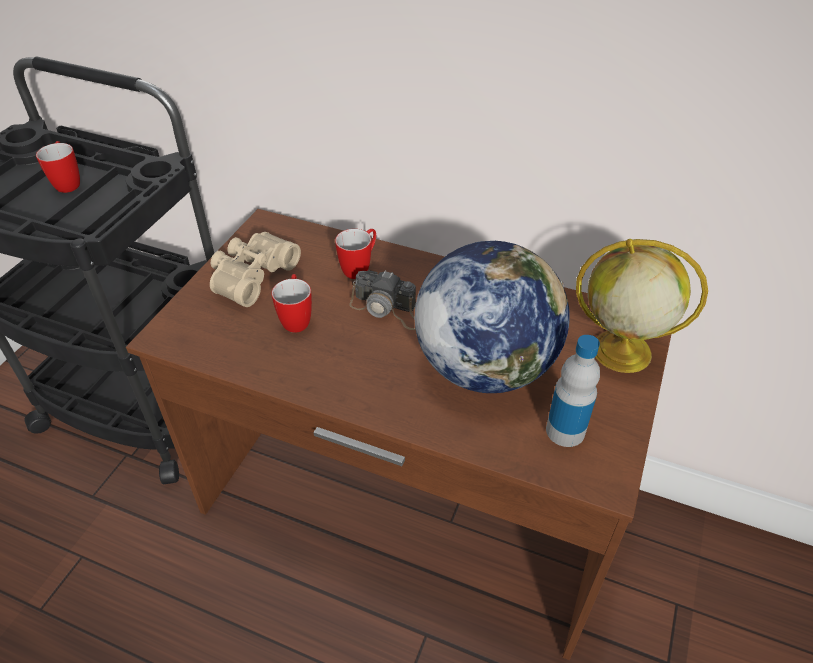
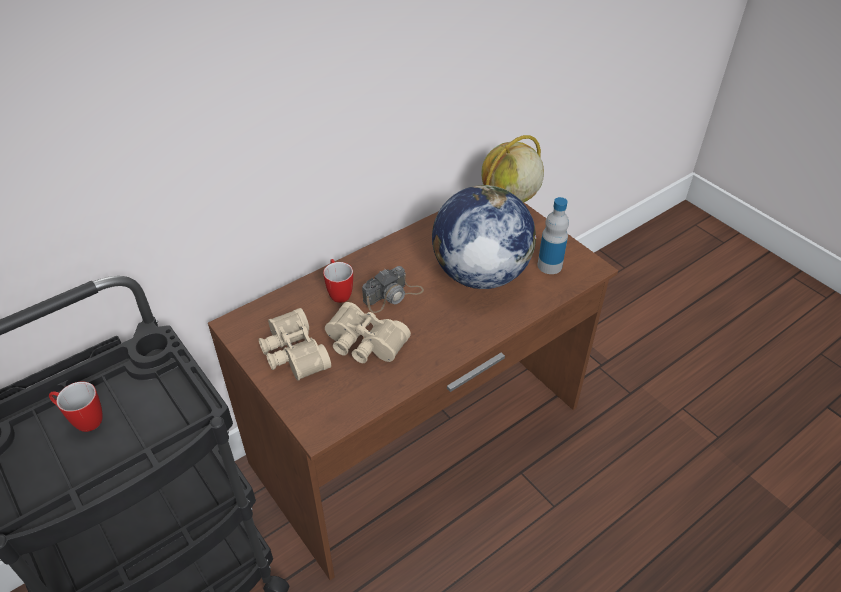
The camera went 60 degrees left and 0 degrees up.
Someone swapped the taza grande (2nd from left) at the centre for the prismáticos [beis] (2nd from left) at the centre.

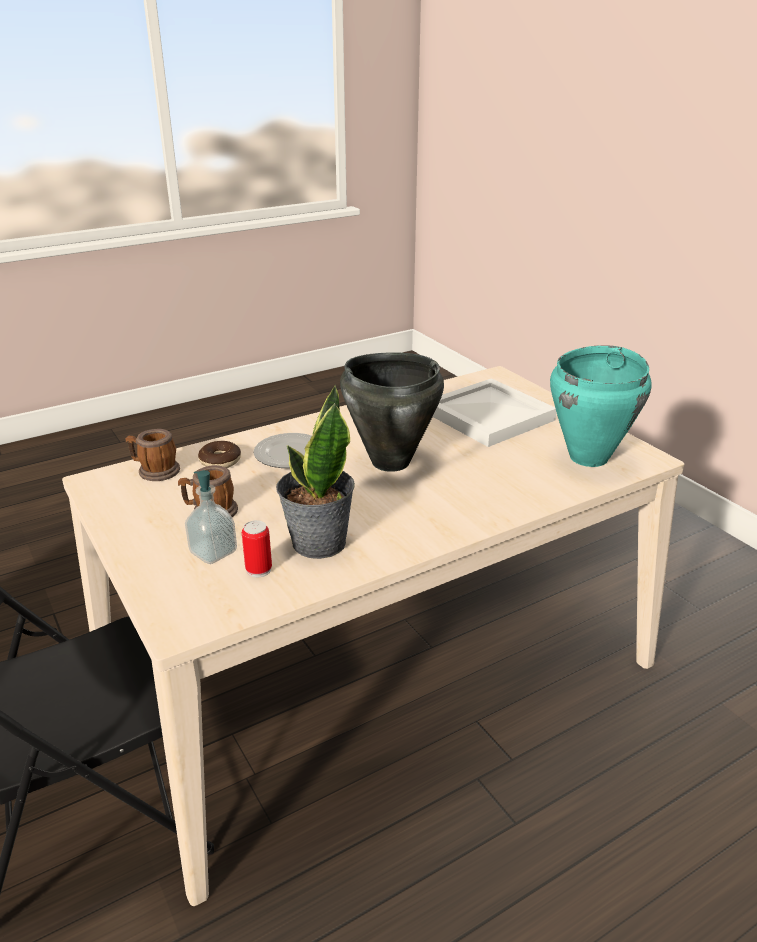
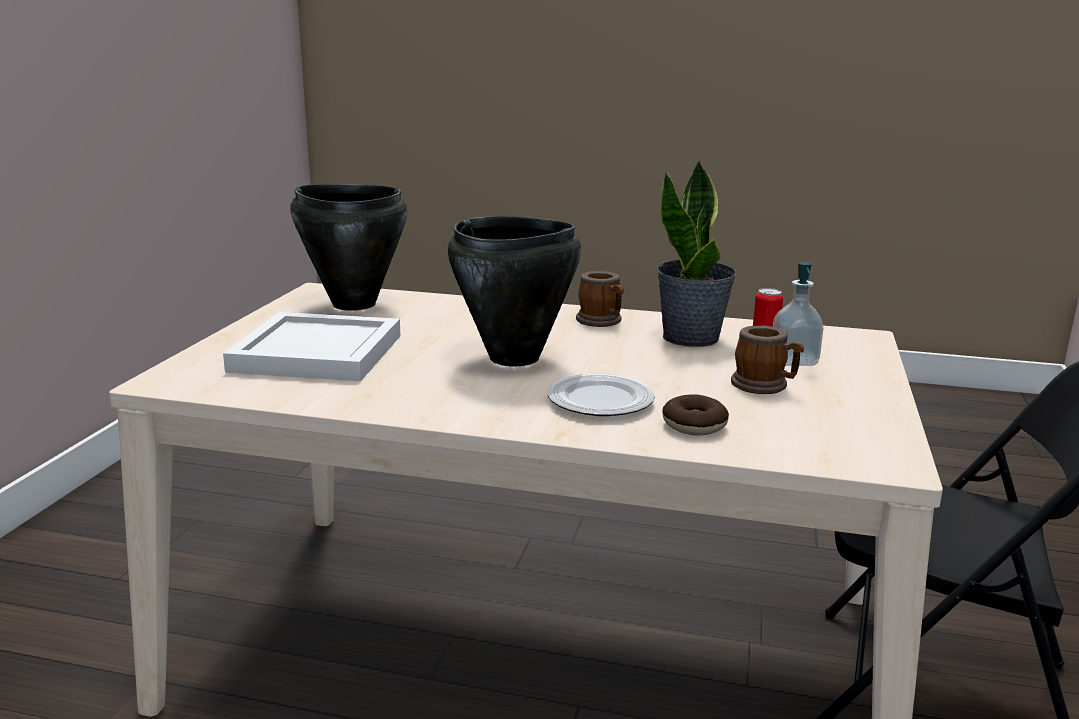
The camera went 135 degrees left and 10 degrees down.
Someone carried the taza grande (1st from left) from the middle left to the centre.
Someone repainted the olla [turquesa] at the middle right, which became the olla [negro] (1st from left) at the middle left.

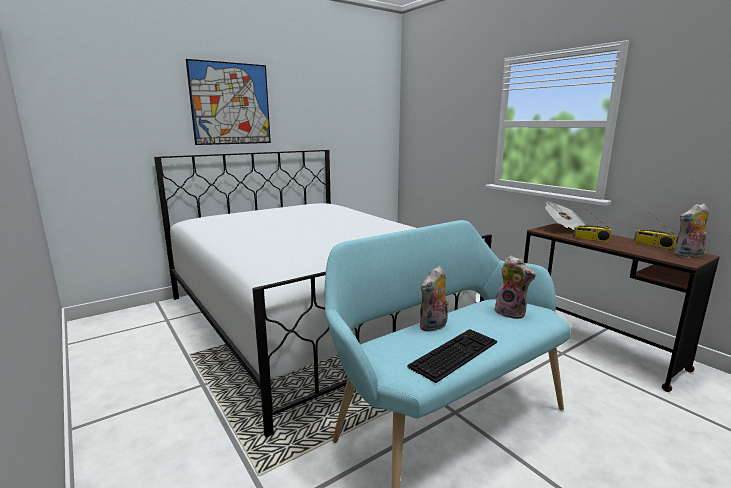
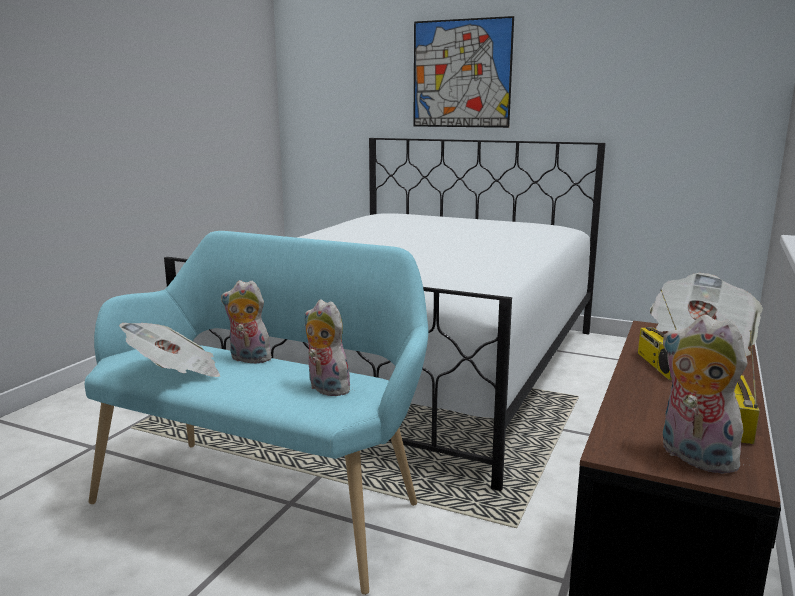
The camera went 60 degrees right and 0 degrees up.
Someone swapped the teclado at the bottom centre for the periódico (1st from left) at the middle left.
Someone rotated the peluche (2nd from left) at the middle right by 120 degrees clockwise.

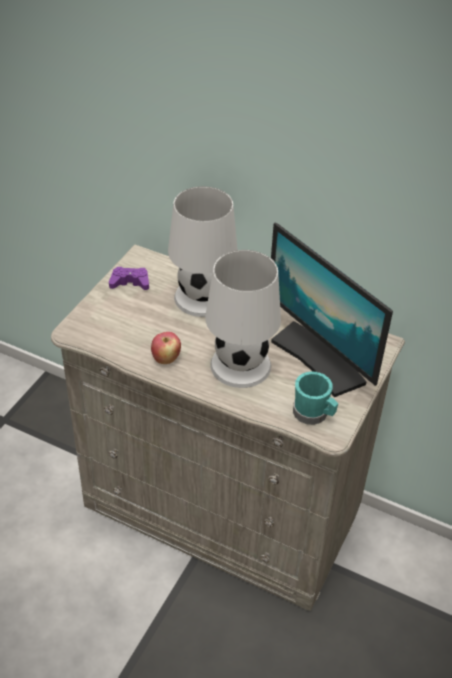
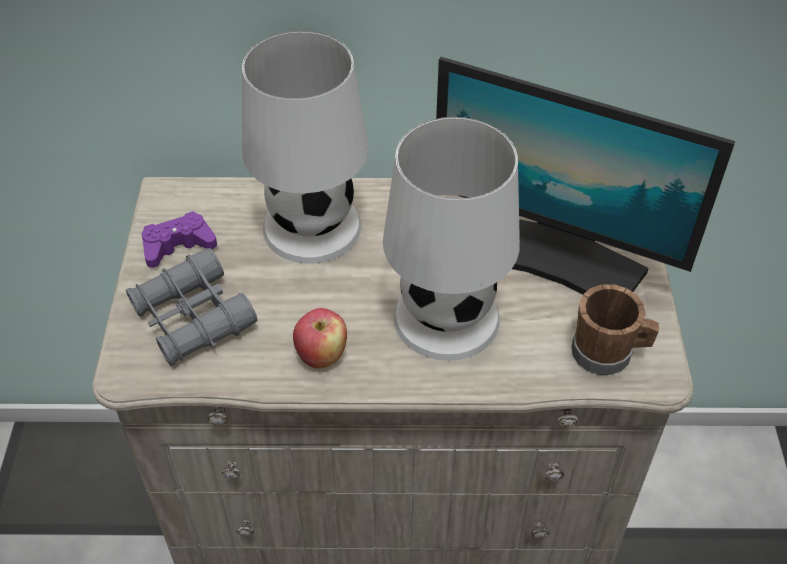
The camera went 25 degrees left and 5 degrees up.
Someone put down the prismáticos [gris] at the middle left.
Someone repainted the taza grande [turquesa] at the middle right, which became the taza grande [marrón] at the middle right.

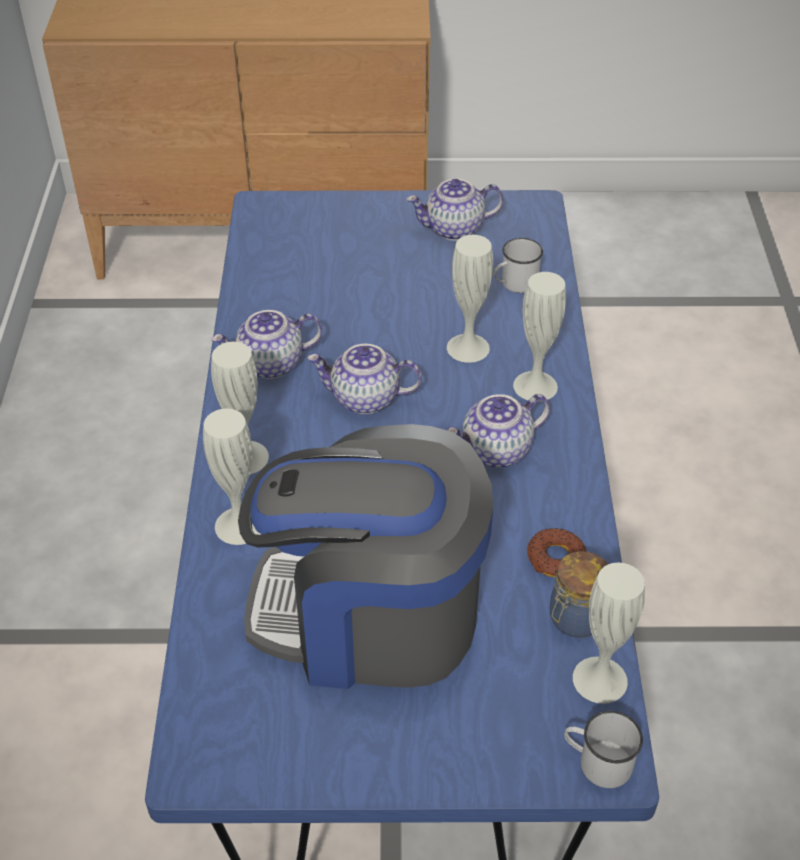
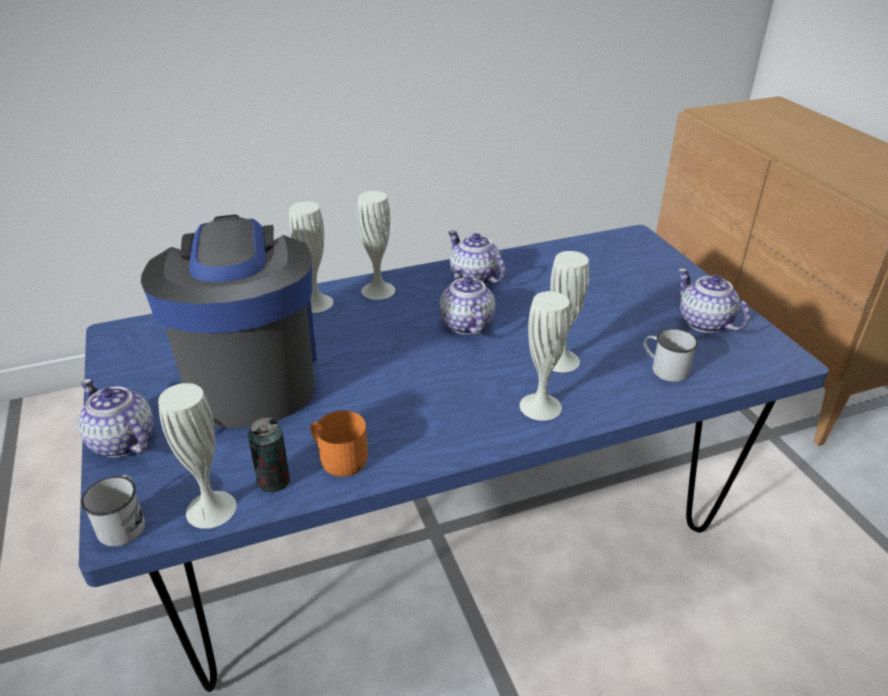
The camera went 70 degrees right and 10 degrees down.
Someone carried the tetera (4th from left in the first image) from the centre to the middle left.
Someone swapped the rosquilla at the middle right for the taza grande [naranja] at the centre.
Someone swapped the tarro at the bottom right for the lata at the middle left.

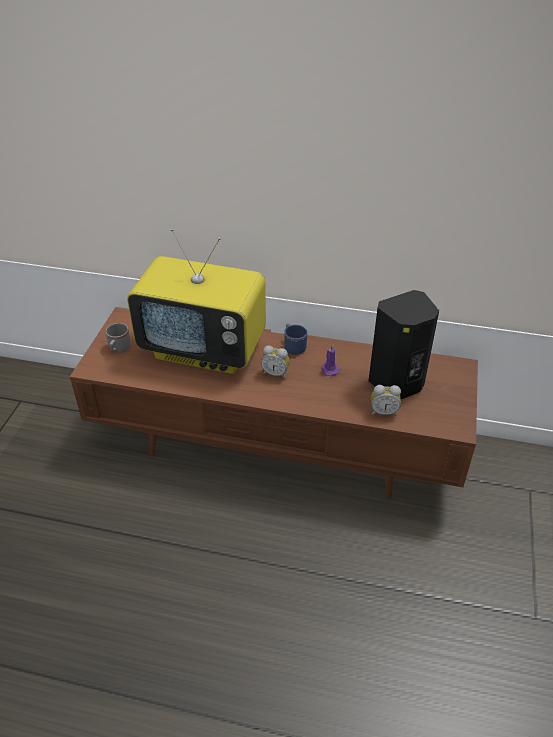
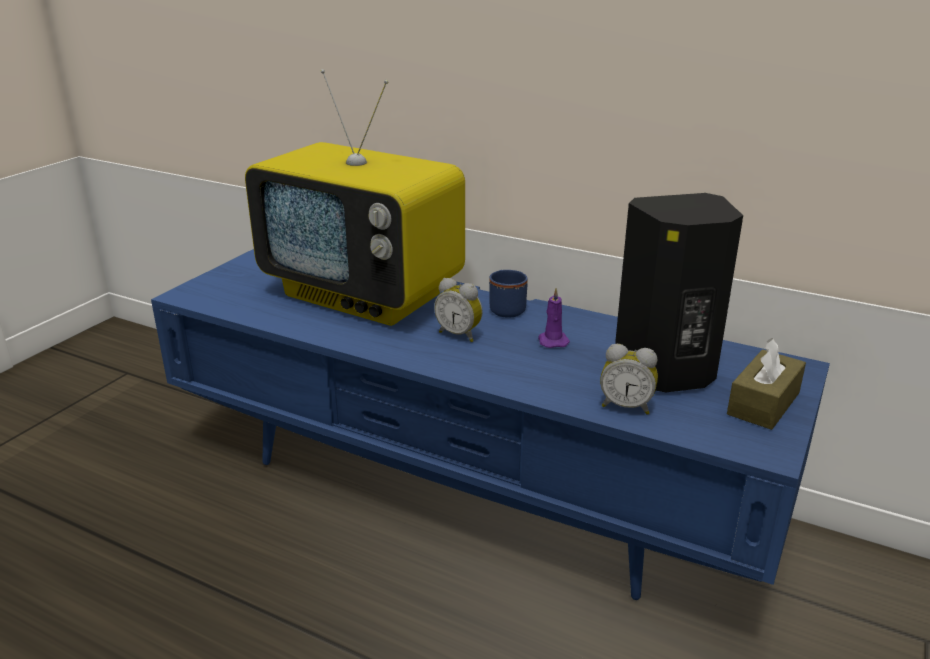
The camera went 15 degrees right and 15 degrees down.
Someone took away the taza grande [gris] at the middle left.
Someone put down the caja de pañuelos [marrón] at the middle right.
Someone repainted the mueble de televisión [marrón] at the centre, which became the mueble de televisión [azul] at the centre.

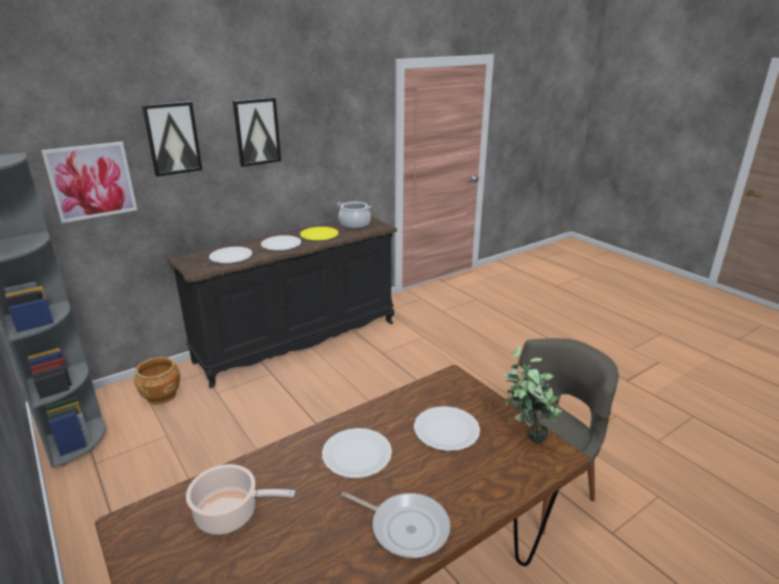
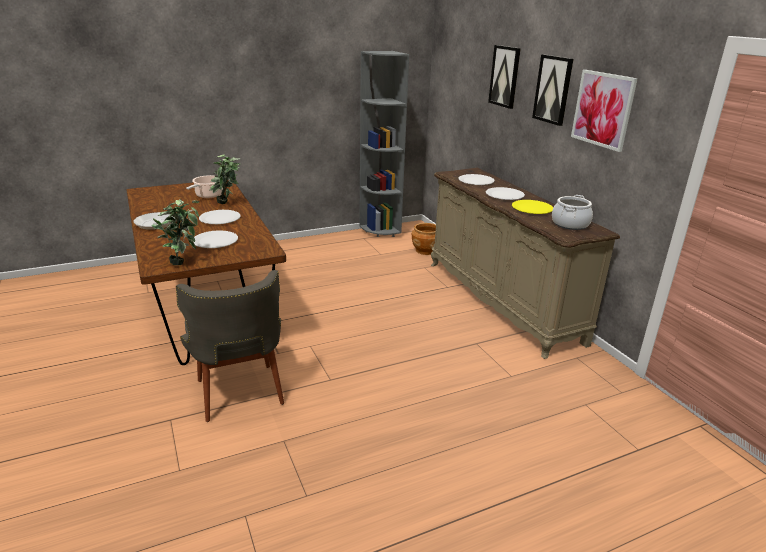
The camera went 100 degrees right and 0 degrees up.
Someone put down the planta en maceta (2nd from left) at the top left.
Someone carried the cuadro (1st from left in the first image) from the top left to the top right.
Someone repainted the armario [negro] at the centre, which became the armario [beis] at the middle right.

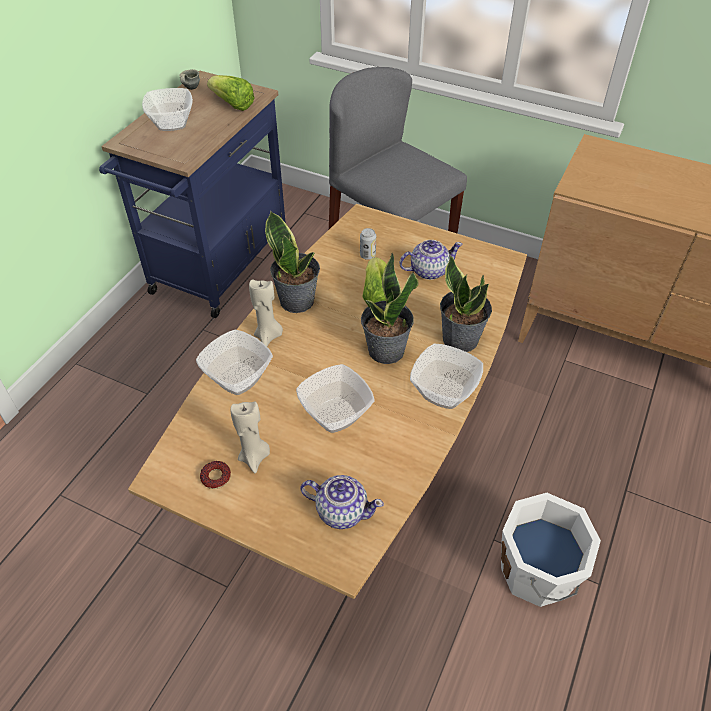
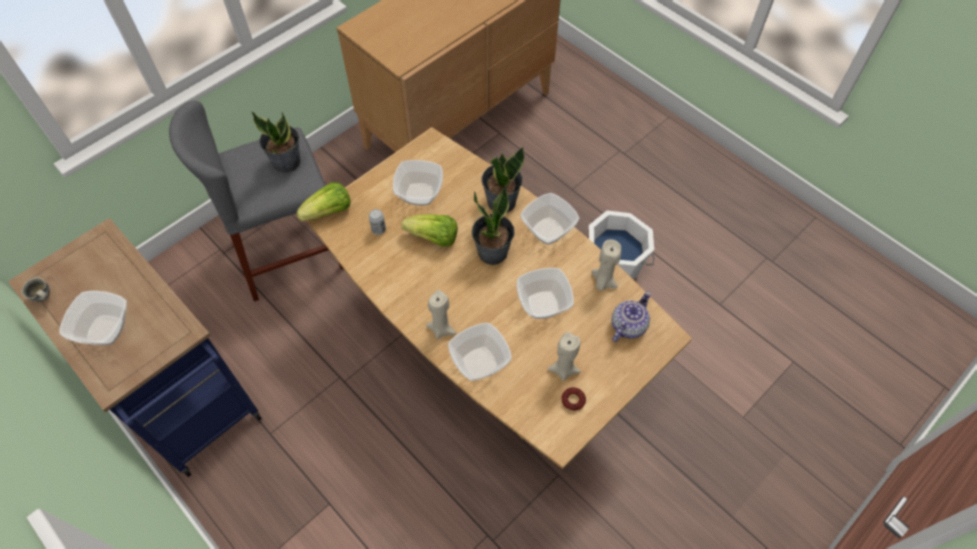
The camera went 70 degrees left and 10 degrees up.
Someone put down the vela [beis] (3rd from left) at the centre.
Someone carried the lechuga (1st from left) from the top left to the middle left.
Someone carried the planta en maceta (1st from left) from the centre to the top left.
Someone swapped the tetera (2nd from left) at the centre for the cuenco (2nd from left) at the centre.

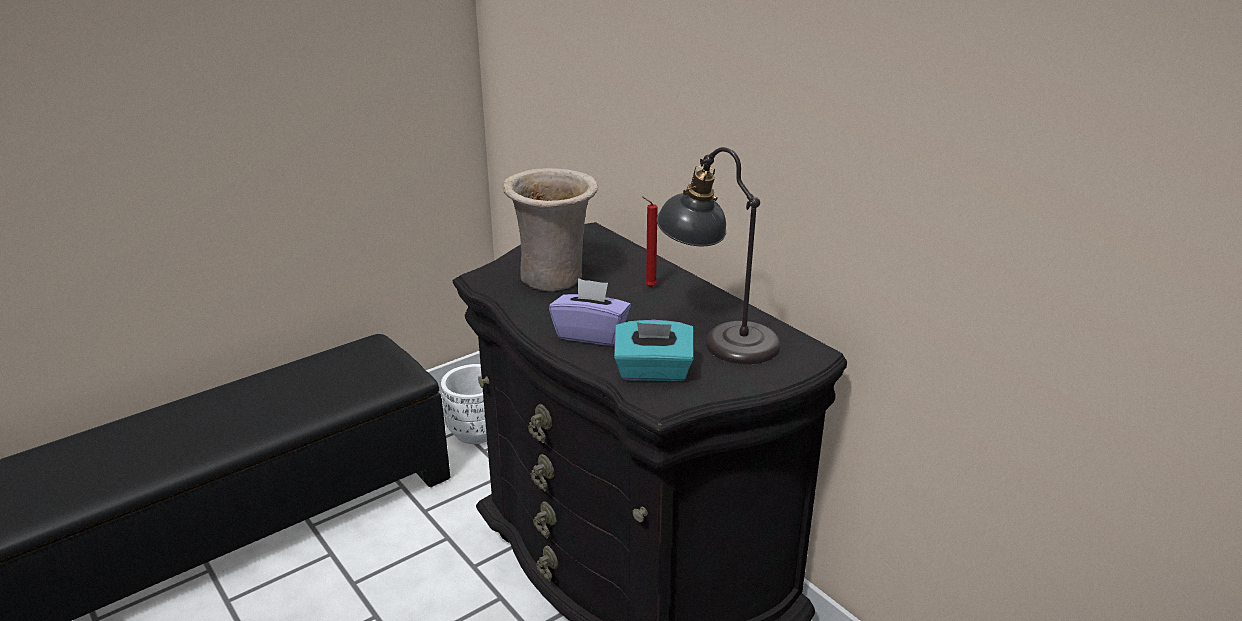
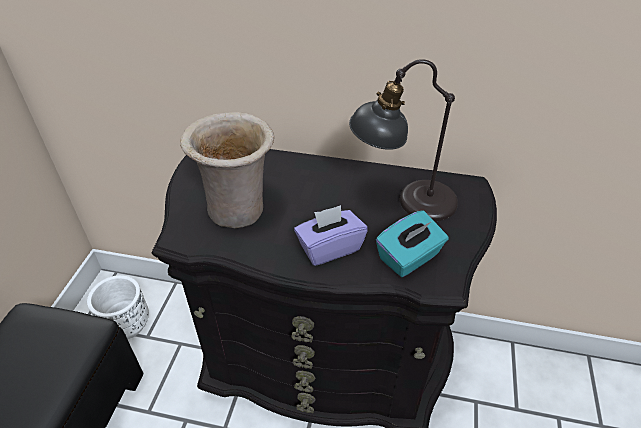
The camera went 40 degrees left and 15 degrees up.
Someone took away the vela [rojo] at the centre.

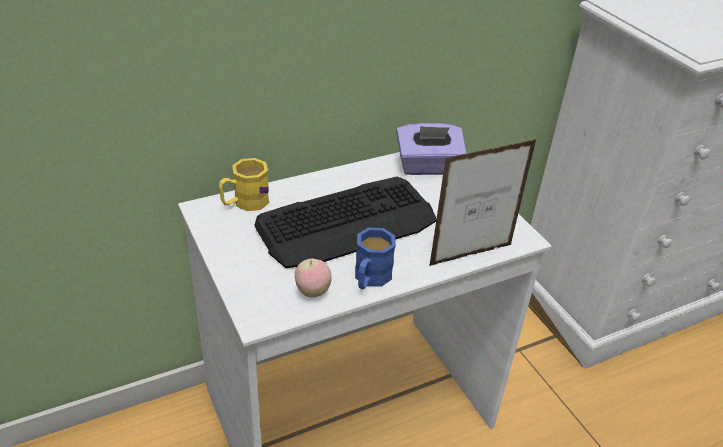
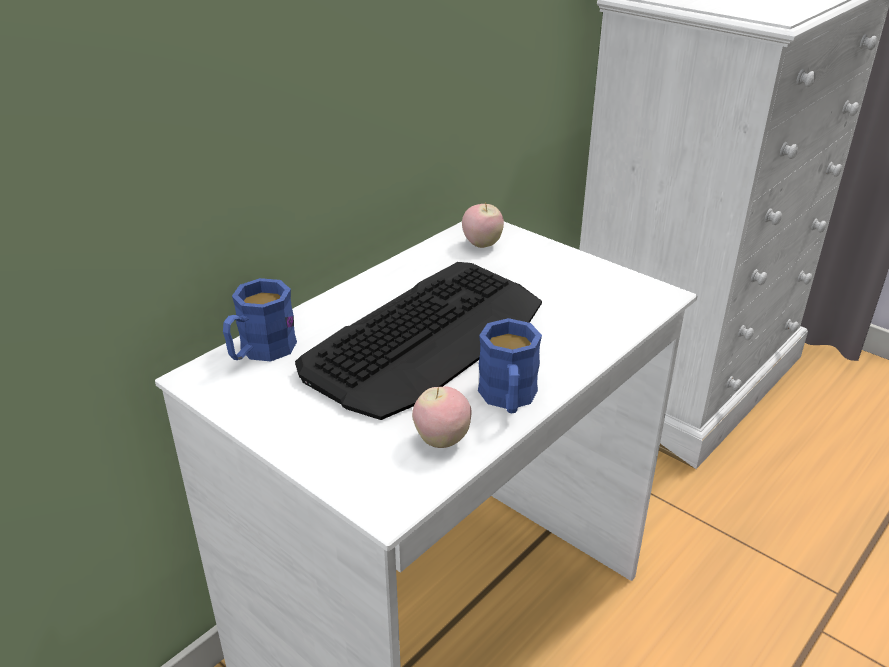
The camera went 20 degrees left and 5 degrees down.
Someone took away the portarretratos at the middle right.
Someone swapped the caja de pañuelos [morado] at the centre for the manzana (2nd from left) at the centre.
Someone repainted the taza grande [amarillo] at the centre, which became the taza grande [azul] (1st from left) at the middle left.

